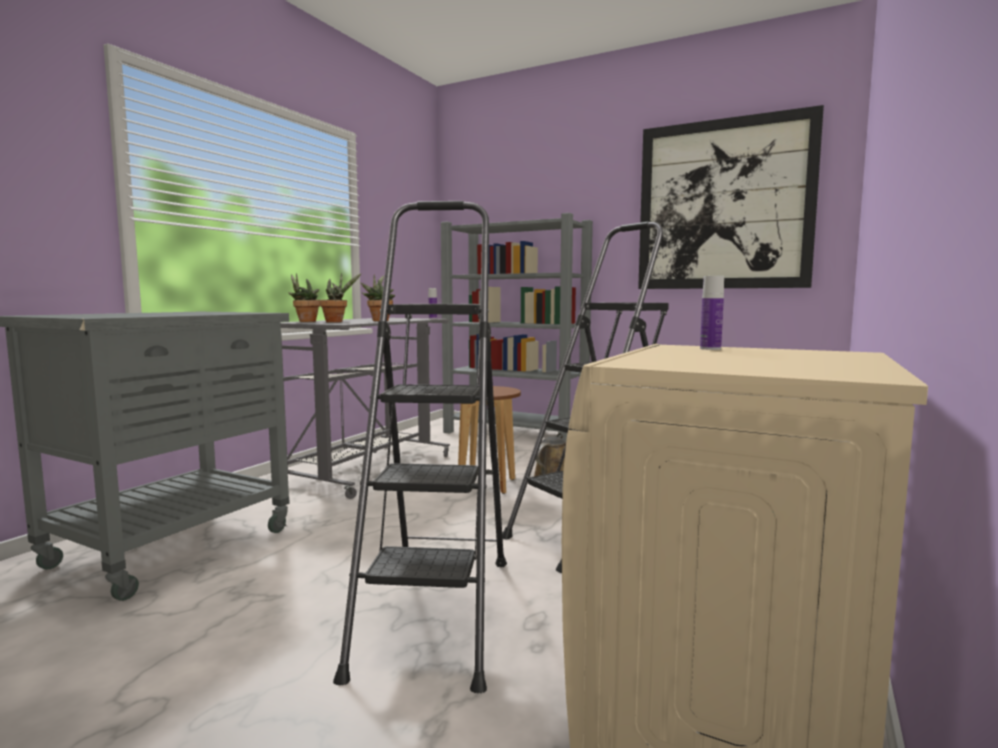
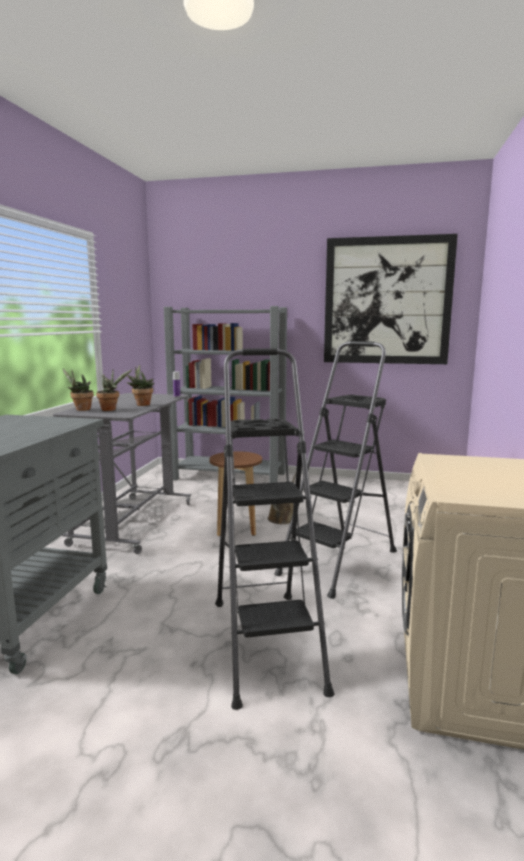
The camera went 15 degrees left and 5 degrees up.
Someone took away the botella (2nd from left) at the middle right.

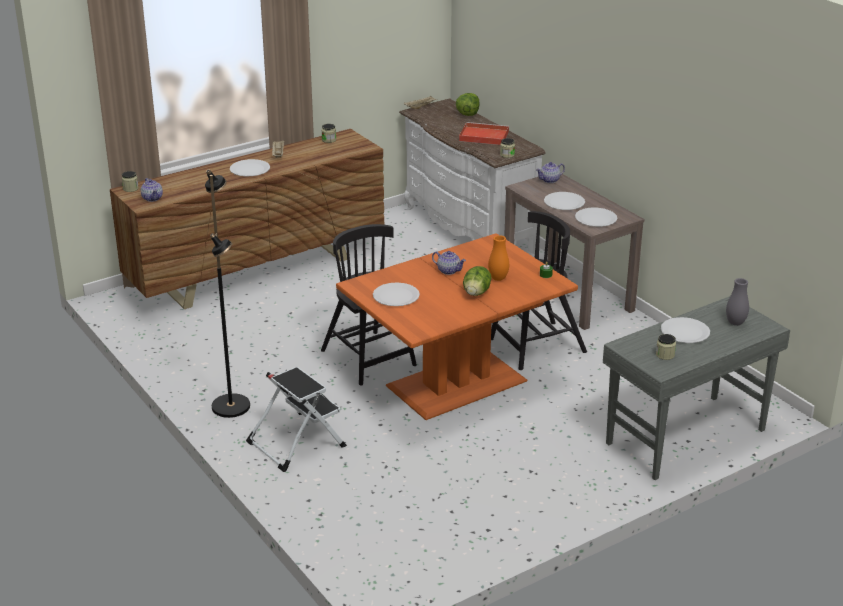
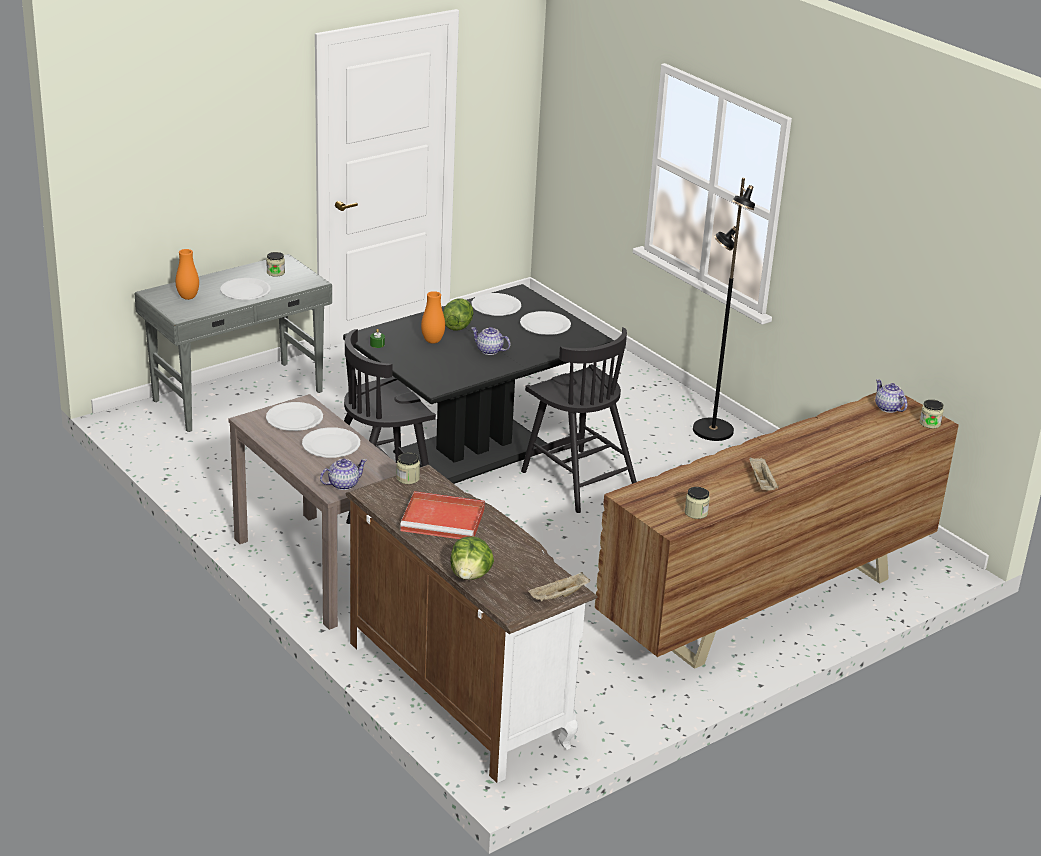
The camera went 175 degrees right and 0 degrees up.
Someone took away the escalera de tijera at the bottom centre.
Someone carried the plato [blanco] (1st from left in the first image) from the top left to the centre.
Someone repainted the mesa de comedor [naranja] at the centre, which became the mesa de comedor [negro] at the centre.
Someone repainted the florero [gris] at the middle right, which became the florero [naranja] (1st from left) at the top left.

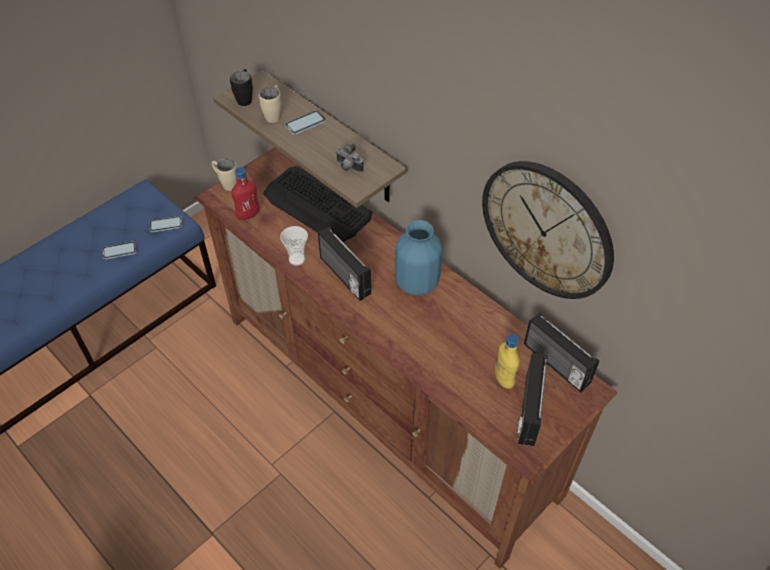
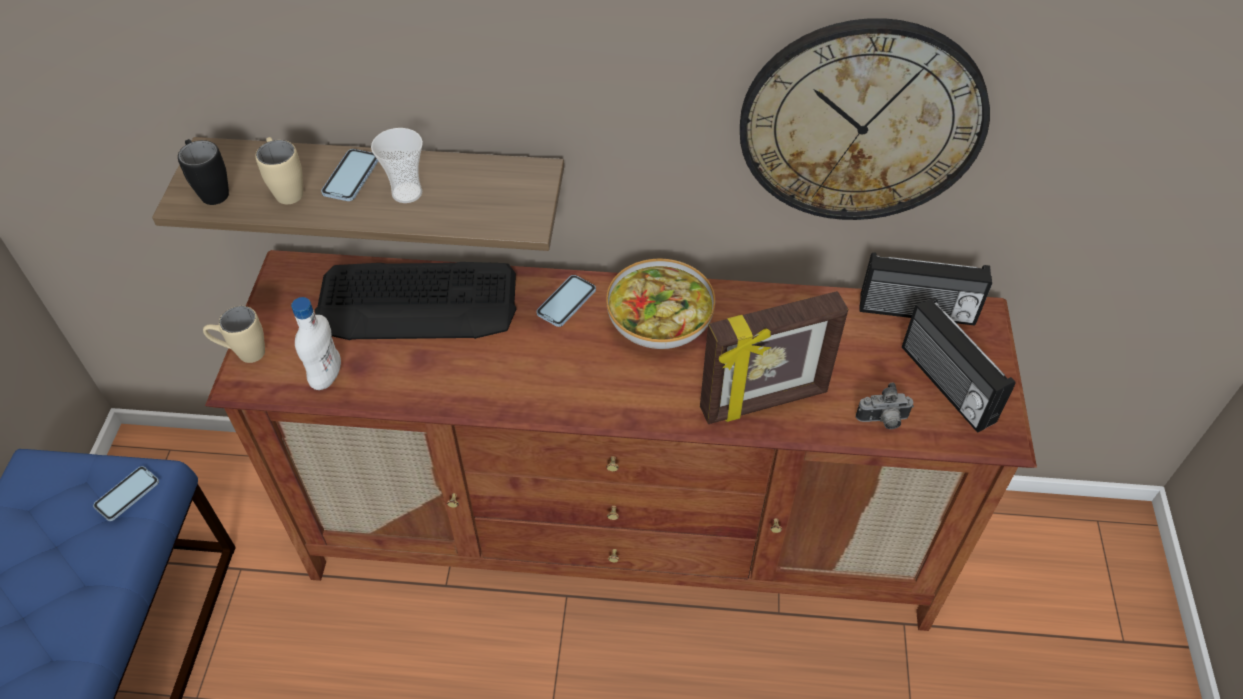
The camera went 40 degrees left and 0 degrees up.
Someone took away the radio (1st from left) at the centre.
Someone took away the botella [amarillo] at the centre.
Someone put down the portarretratos at the centre.
Someone carried the móvil (1st from left in the first image) from the middle left to the centre.
Someone carried the taza from the centre to the top left.
Someone carried the cámara from the top centre to the middle right.
Someone swapped the florero [azul] at the centre for the cuenco at the centre.
Someone repainted the botella [rojo] at the middle left, which became the botella [blanco] at the middle left.

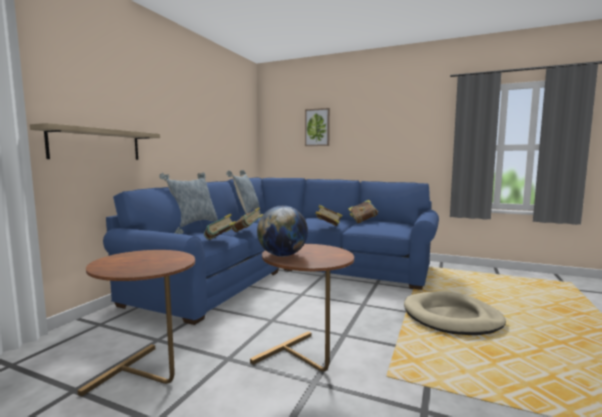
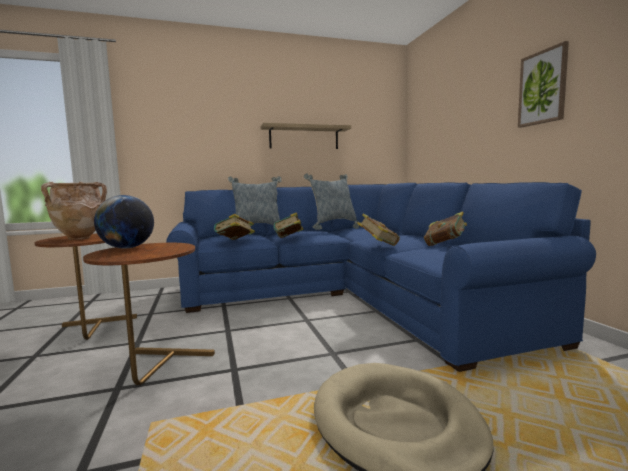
The camera went 50 degrees right and 0 degrees up.
Someone put down the florero [beis] at the middle left.
Someone carried the estante from the middle left to the top centre.
Someone carried the cuadro from the top centre to the top right.

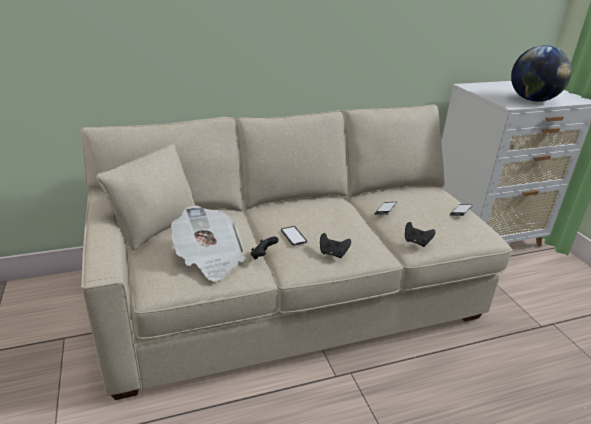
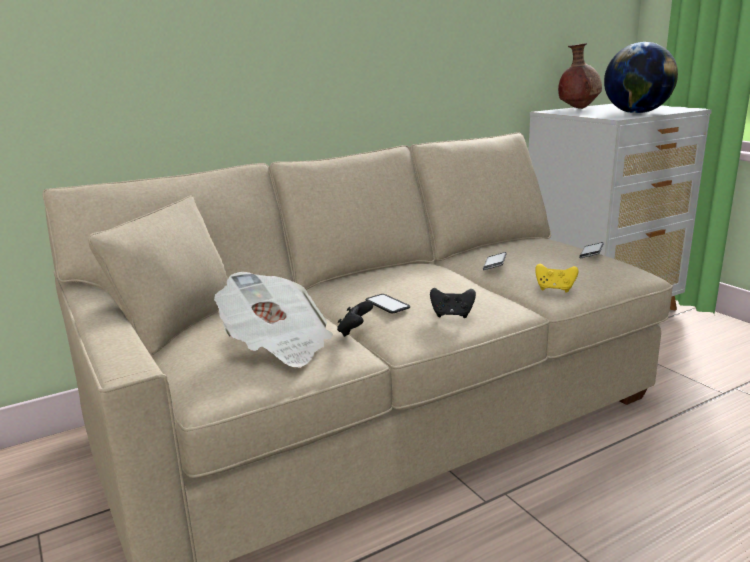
The camera went 10 degrees left and 10 degrees down.
Someone put down the florero [marrón] at the top right.
Someone repainted the mando de consola [negro] (3rd from left) at the middle right, which became the mando de consola [amarillo] at the middle right.

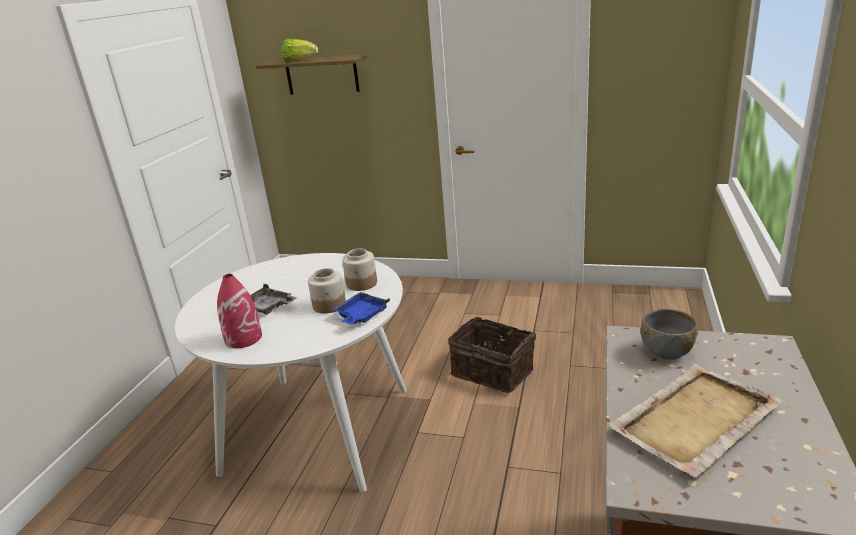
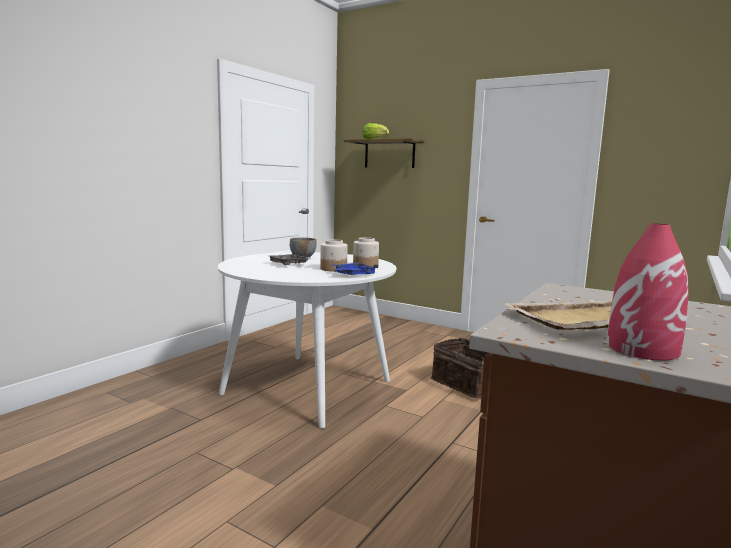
The camera went 15 degrees right and 15 degrees down.
Someone carried the florero [rojo] from the middle left to the middle right.
Someone carried the cuenco [gris] from the middle right to the centre.

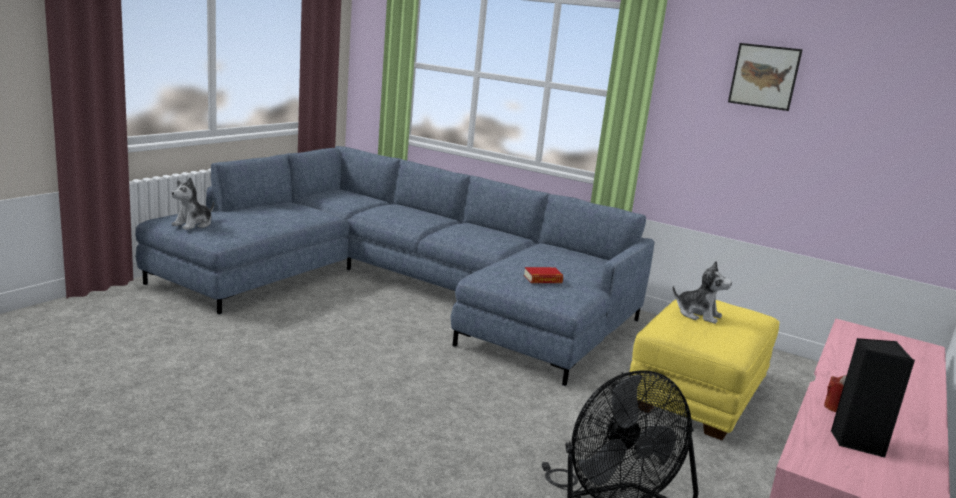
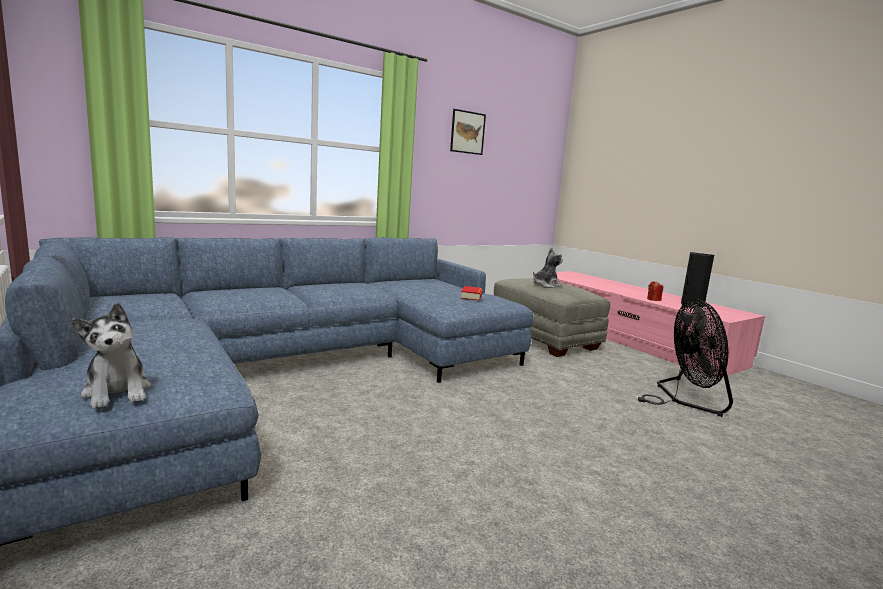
The camera went 65 degrees left and 5 degrees down.
Someone repainted the puf [amarillo] at the bottom right, which became the puf [gris] at the centre.

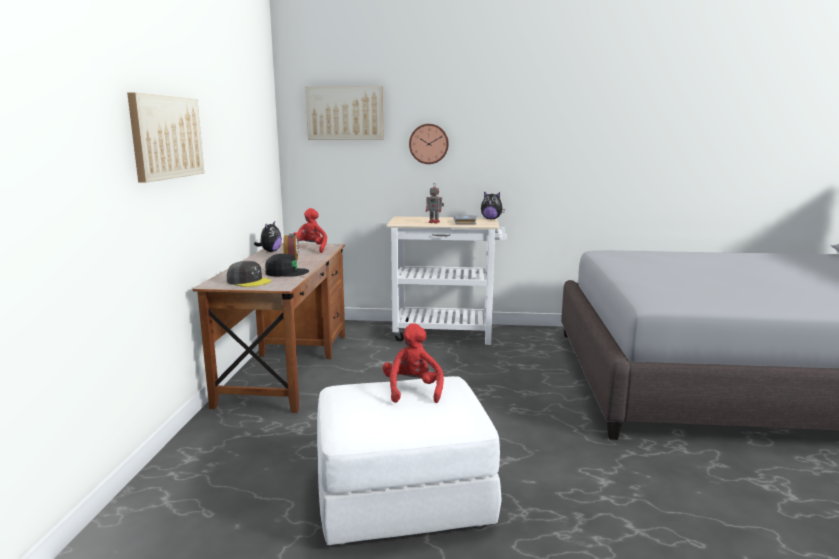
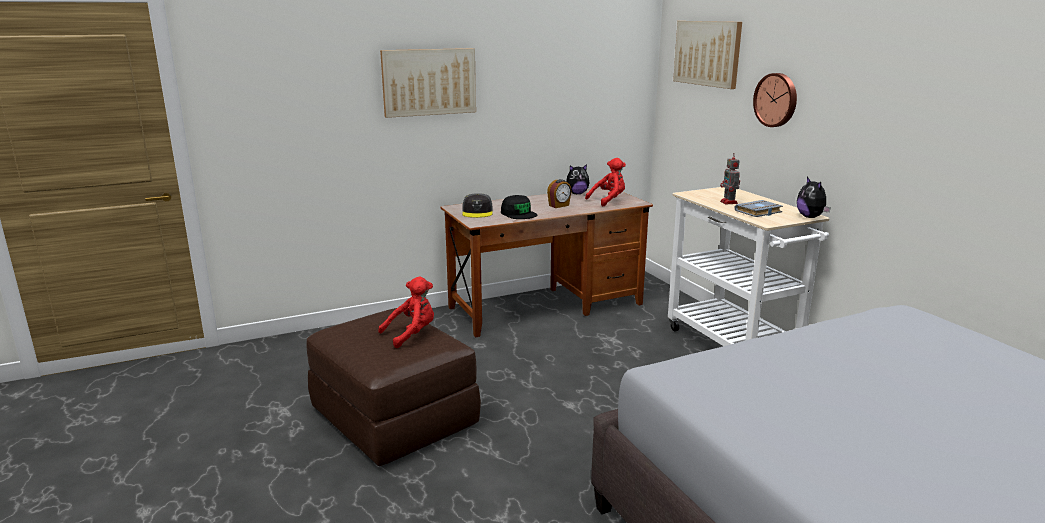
The camera went 60 degrees right and 5 degrees up.
Someone repainted the puf [blanco] at the bottom centre, which became the puf [marrón] at the bottom centre.

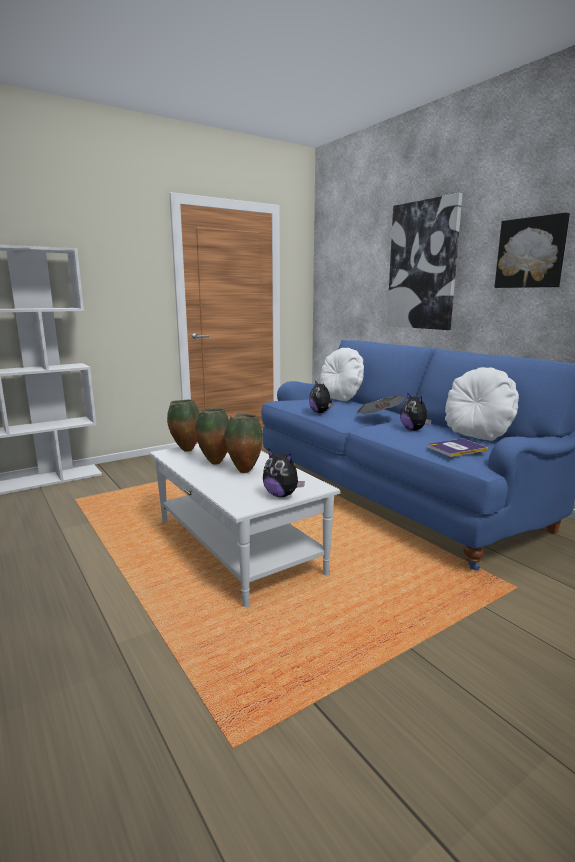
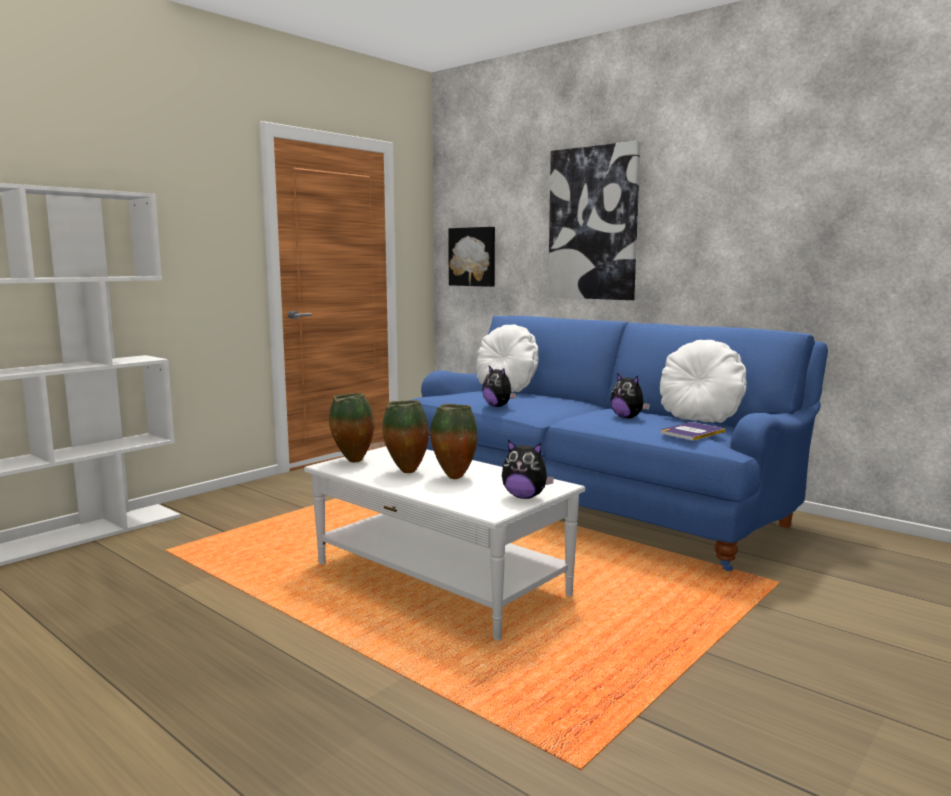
The camera went 15 degrees left and 5 degrees down.
Someone took away the periódico at the centre.
Someone carried the cuadro (2nd from left in the first image) from the top right to the top centre.

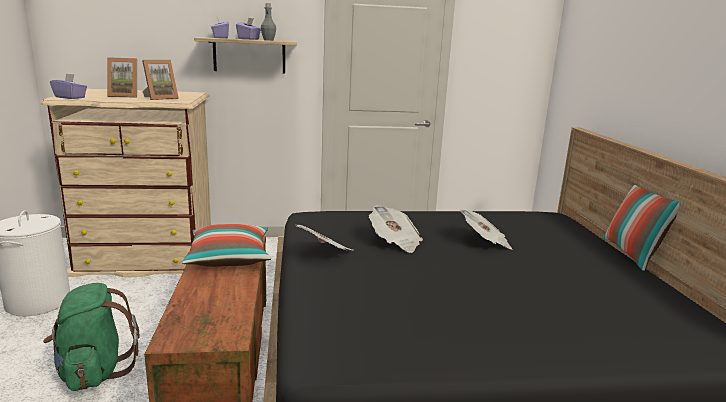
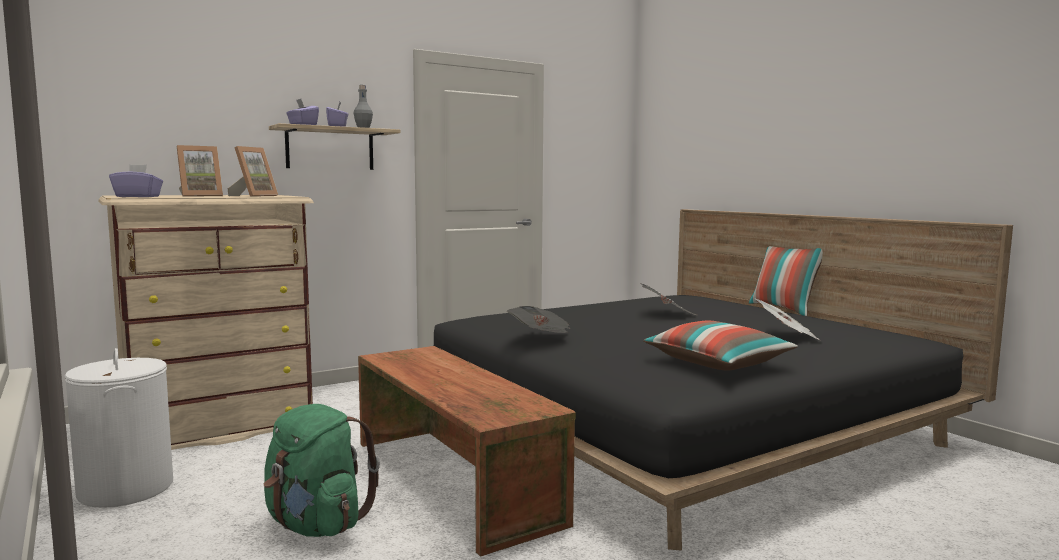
The camera went 25 degrees left and 10 degrees down.
Someone carried the cojín (1st from left) from the middle left to the middle right.
Someone carried the periódico (2nd from left in the first image) from the centre to the middle right.

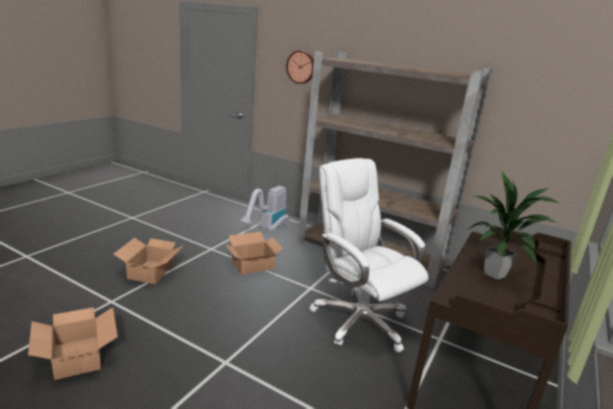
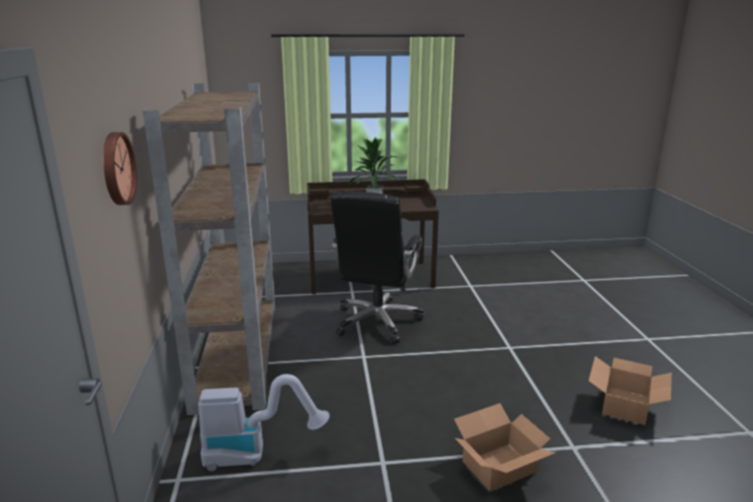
The camera went 125 degrees left and 0 degrees up.
Someone took away the caja de cartón (3rd from left) at the centre.
Someone repainted the silla de oficina [blanco] at the centre, which became the silla de oficina [negro] at the centre.

